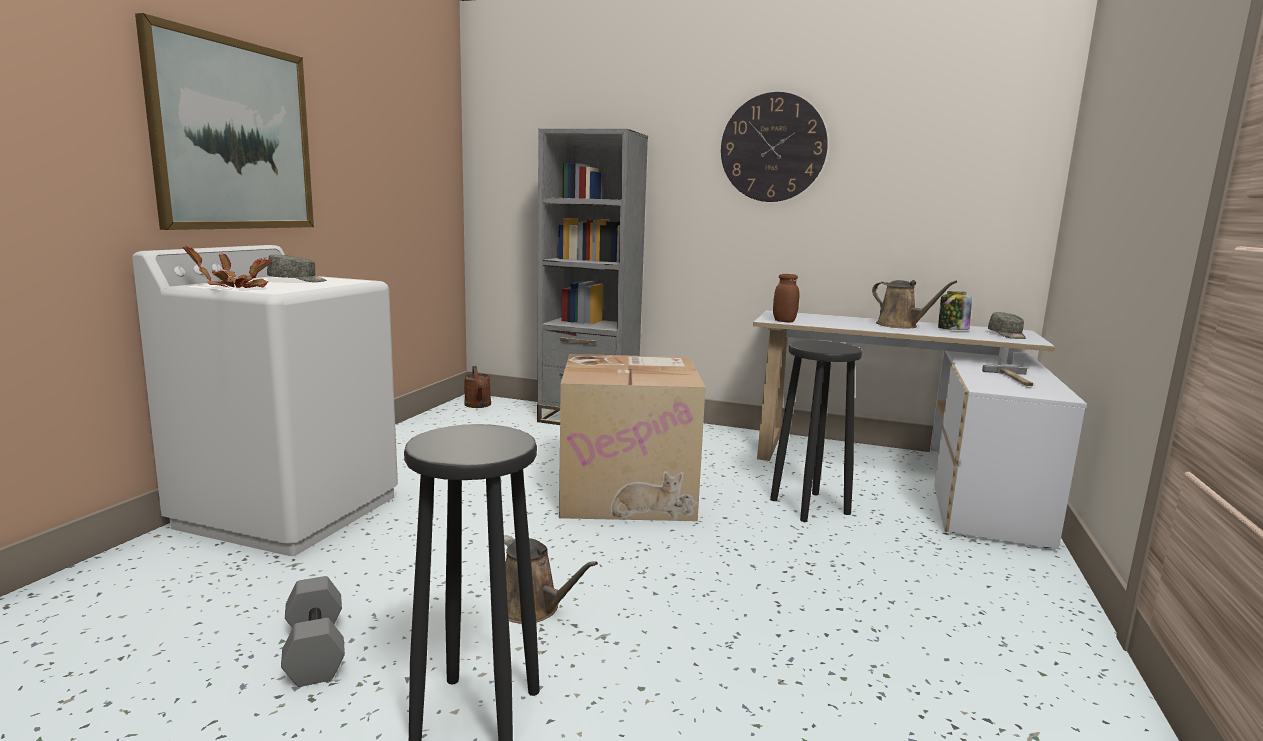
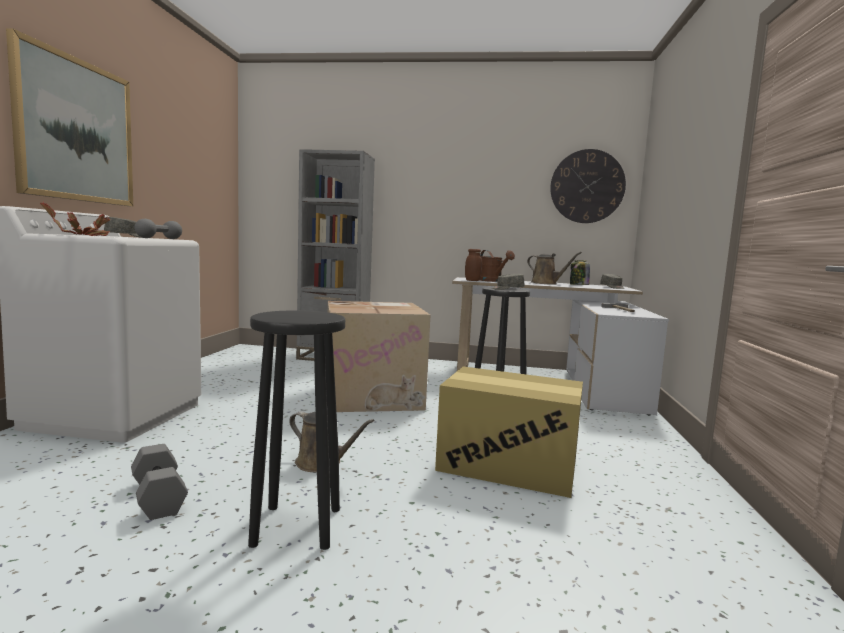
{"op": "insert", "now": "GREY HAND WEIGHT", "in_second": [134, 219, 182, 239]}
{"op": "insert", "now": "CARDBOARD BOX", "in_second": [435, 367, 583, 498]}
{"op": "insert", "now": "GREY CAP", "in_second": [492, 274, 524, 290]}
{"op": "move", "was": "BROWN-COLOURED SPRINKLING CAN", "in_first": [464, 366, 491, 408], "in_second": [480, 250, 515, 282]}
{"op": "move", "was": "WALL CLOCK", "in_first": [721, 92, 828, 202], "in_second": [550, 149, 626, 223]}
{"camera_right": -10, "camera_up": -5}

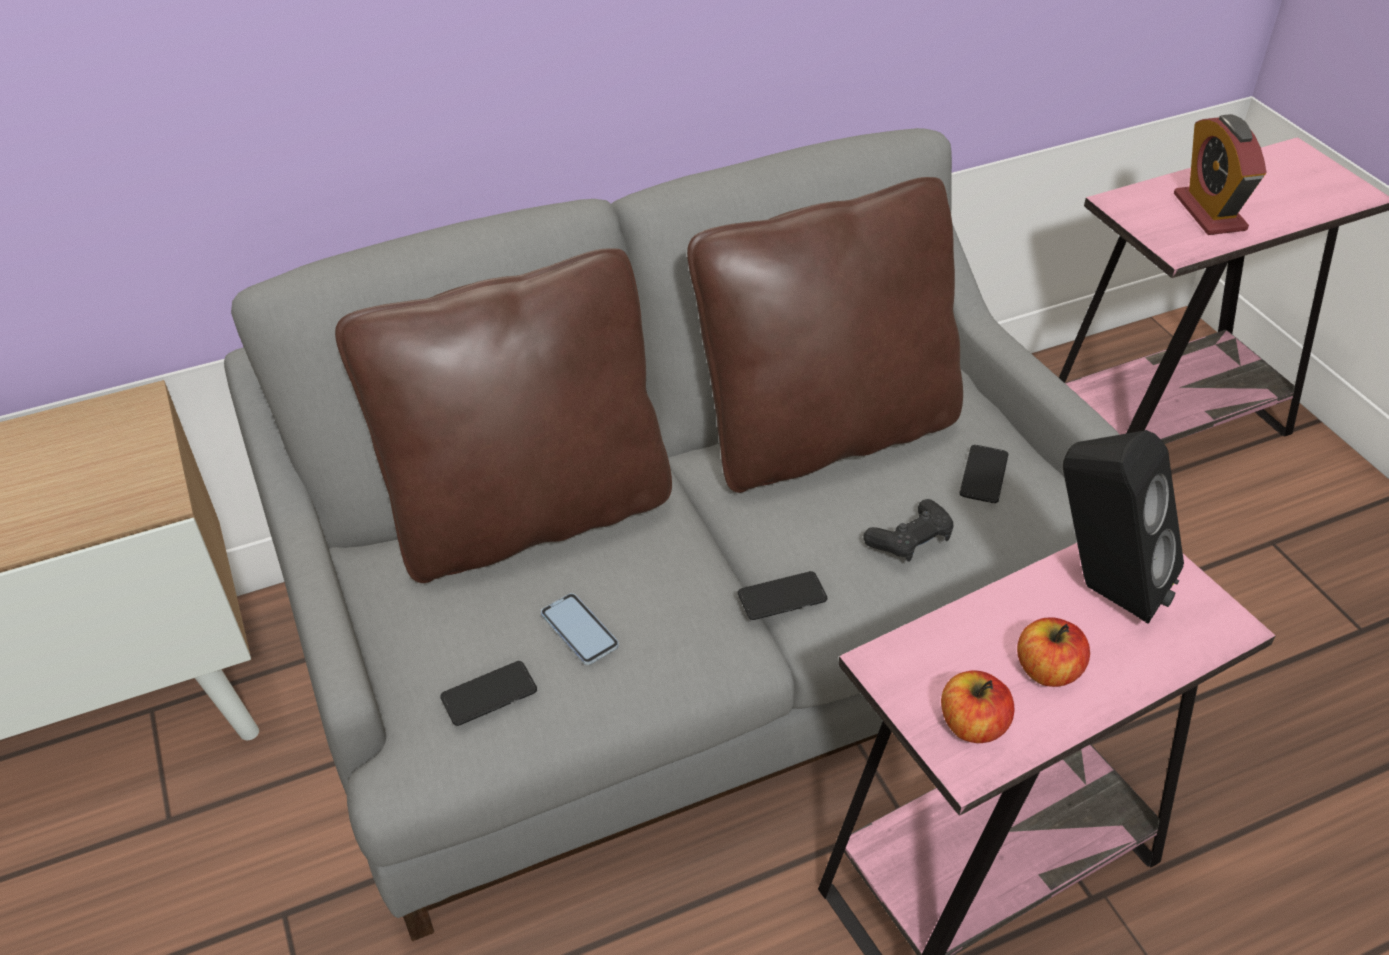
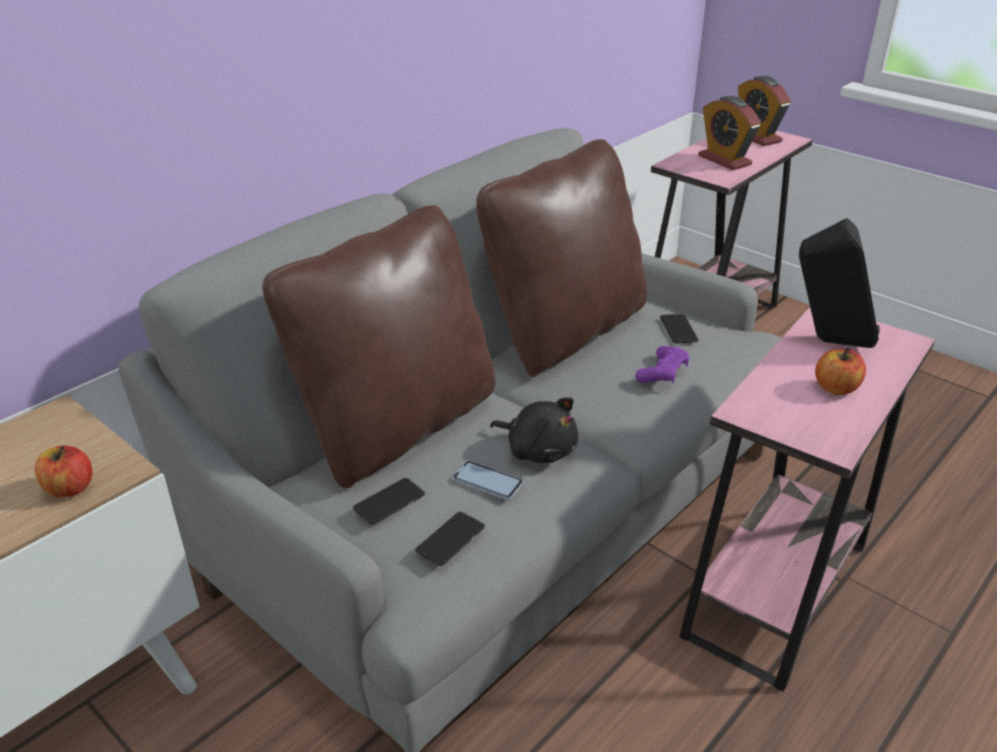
{"op": "insert", "now": "BLACK-COLOURED SOFT TOY", "in_second": [490, 398, 578, 463]}
{"op": "insert", "now": "BEDSIDE CLOCK", "in_second": [738, 76, 791, 146]}
{"op": "move", "was": "PHONE", "in_first": [738, 571, 827, 620], "in_second": [353, 478, 425, 524]}
{"op": "move", "was": "WHOLE APPLE", "in_first": [941, 670, 1014, 743], "in_second": [35, 446, 92, 498]}
{"op": "recolor", "was": "BLACK-COLOURED GAMEPAD", "now": "PURPLE GAMEPAD", "in_first": [863, 499, 953, 562], "in_second": [635, 346, 689, 383]}
{"camera_right": -25, "camera_up": -10}

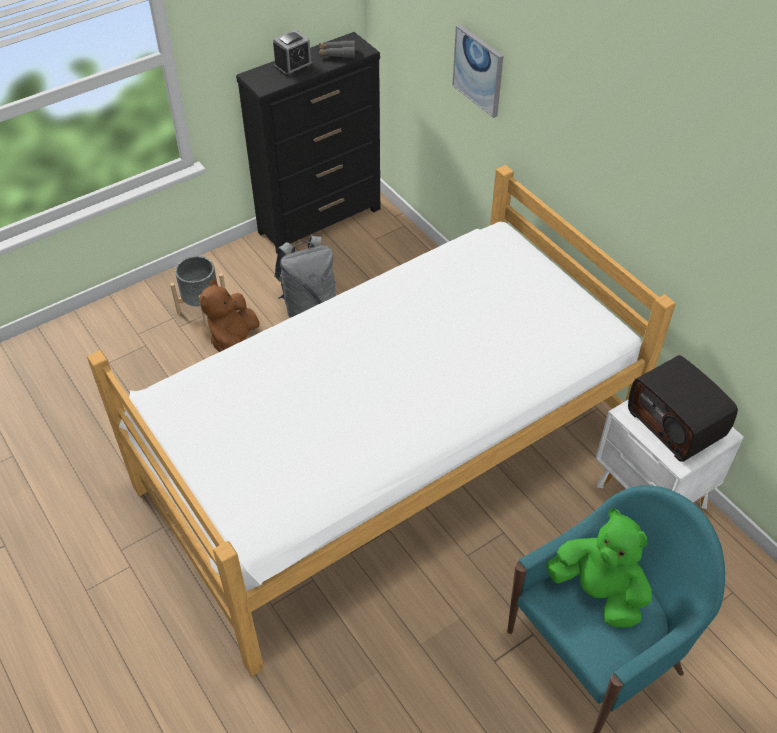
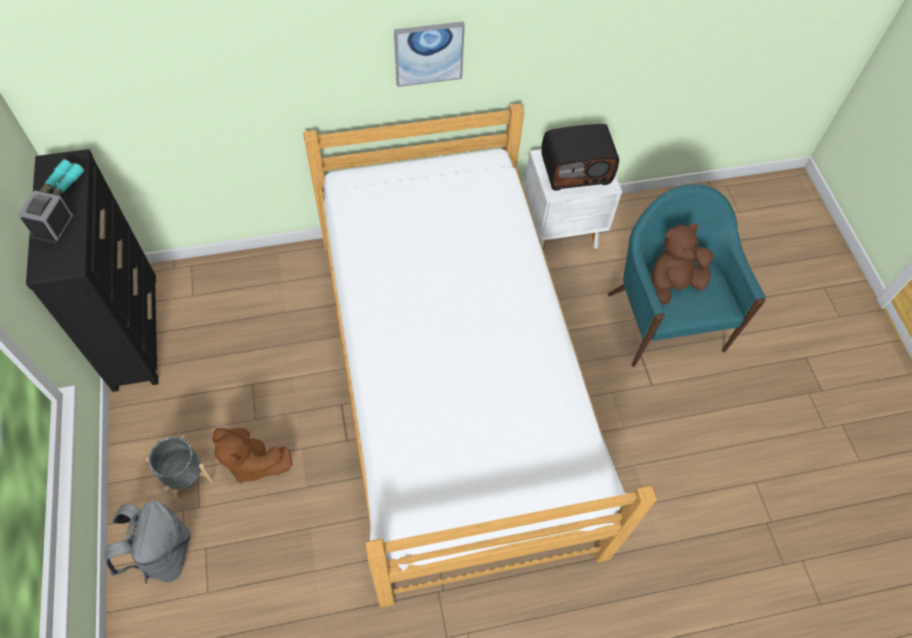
{"op": "move", "was": "GREY RUCKSACK", "in_first": [274, 236, 336, 318], "in_second": [104, 500, 191, 584]}
{"op": "move", "was": "PICTURE", "in_first": [452, 24, 503, 118], "in_second": [394, 21, 465, 87]}
{"op": "recolor", "was": "GREY FIELD GLASSES", "now": "TURQUOISE-COLOURED FIELD GLASSES", "in_first": [319, 41, 355, 58], "in_second": [40, 159, 84, 196]}
{"op": "recolor", "was": "GREENISH SOFT TOY", "now": "BROWN-COLOURED SOFT TOY", "in_first": [546, 508, 652, 628], "in_second": [651, 223, 714, 305]}
{"op": "rotate", "was": "BEDSIDE CLOCK", "in_first": [273, 30, 313, 77], "in_second": [18, 190, 75, 245], "clockwise": -150}
{"camera_right": -70, "camera_up": 10}

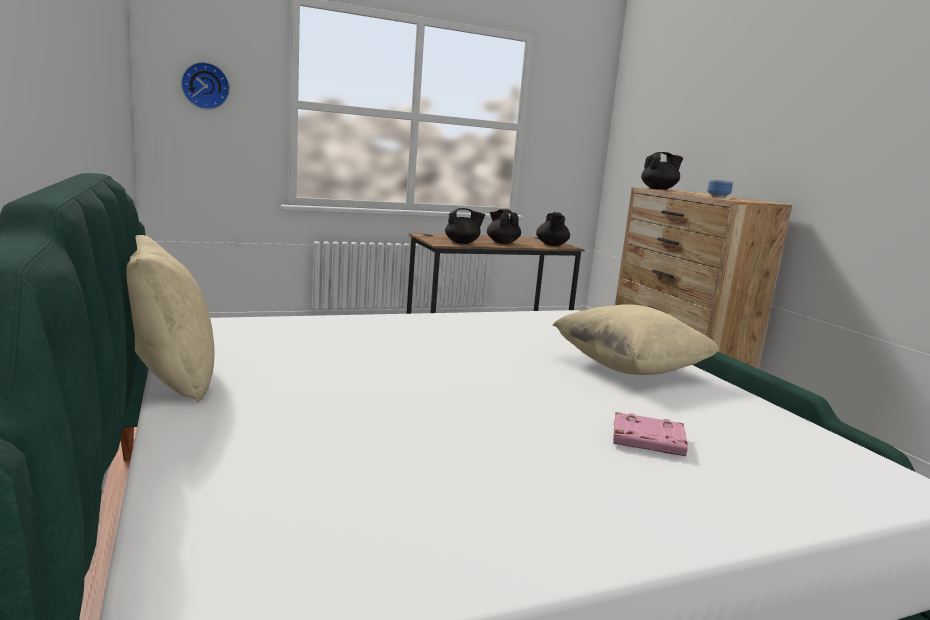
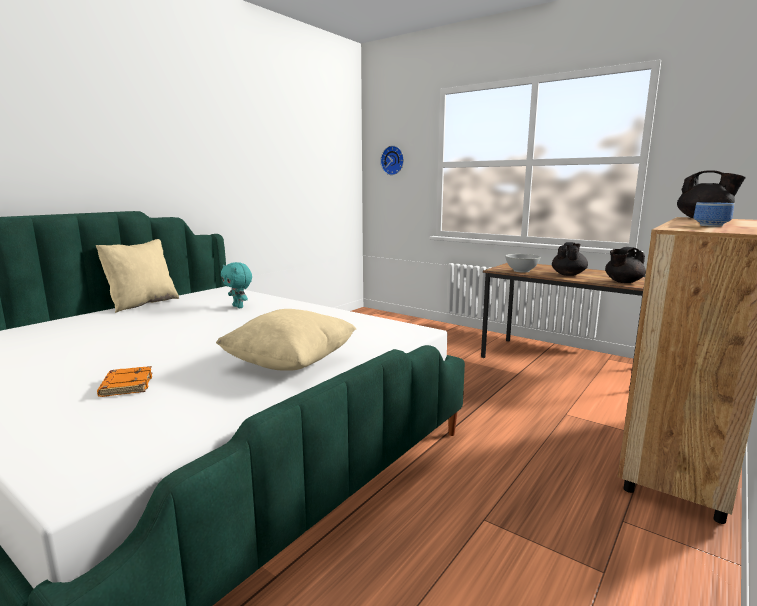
{"op": "insert", "now": "TURQUOISE-COLOURED SOFT TOY", "in_second": [221, 262, 252, 308]}
{"op": "replace", "was": "BLACK-COLOURED TEA POT", "now": "WHITISH SERVING BOWL", "in_first": [445, 208, 485, 244], "in_second": [505, 254, 540, 272]}
{"op": "recolor", "was": "PINK-COLOURED VOLUME", "now": "ORANGEY VOLUME", "in_first": [613, 412, 688, 456], "in_second": [97, 366, 152, 397]}
{"camera_right": 60, "camera_up": 0}

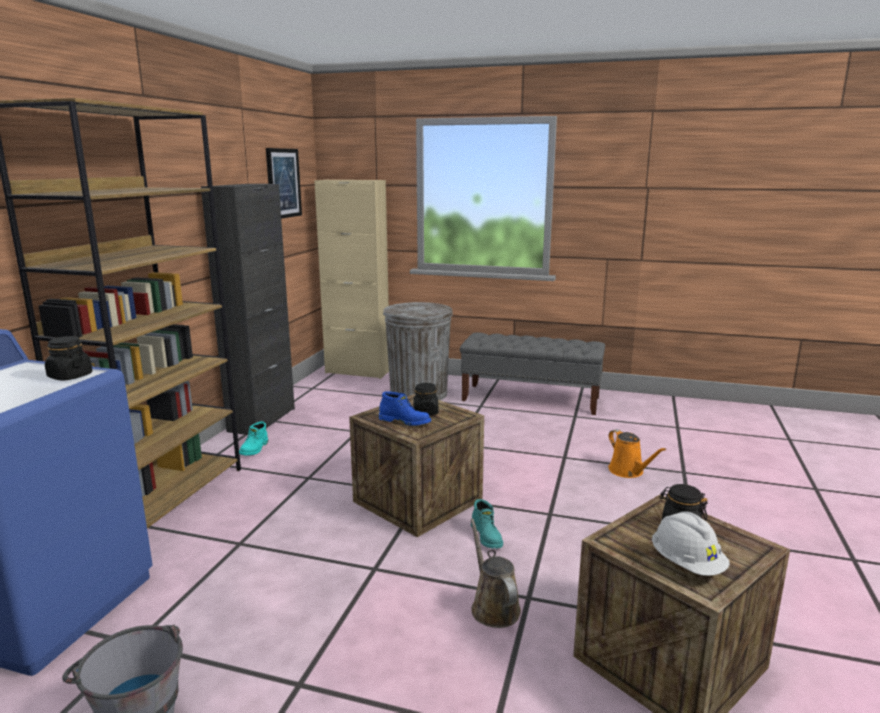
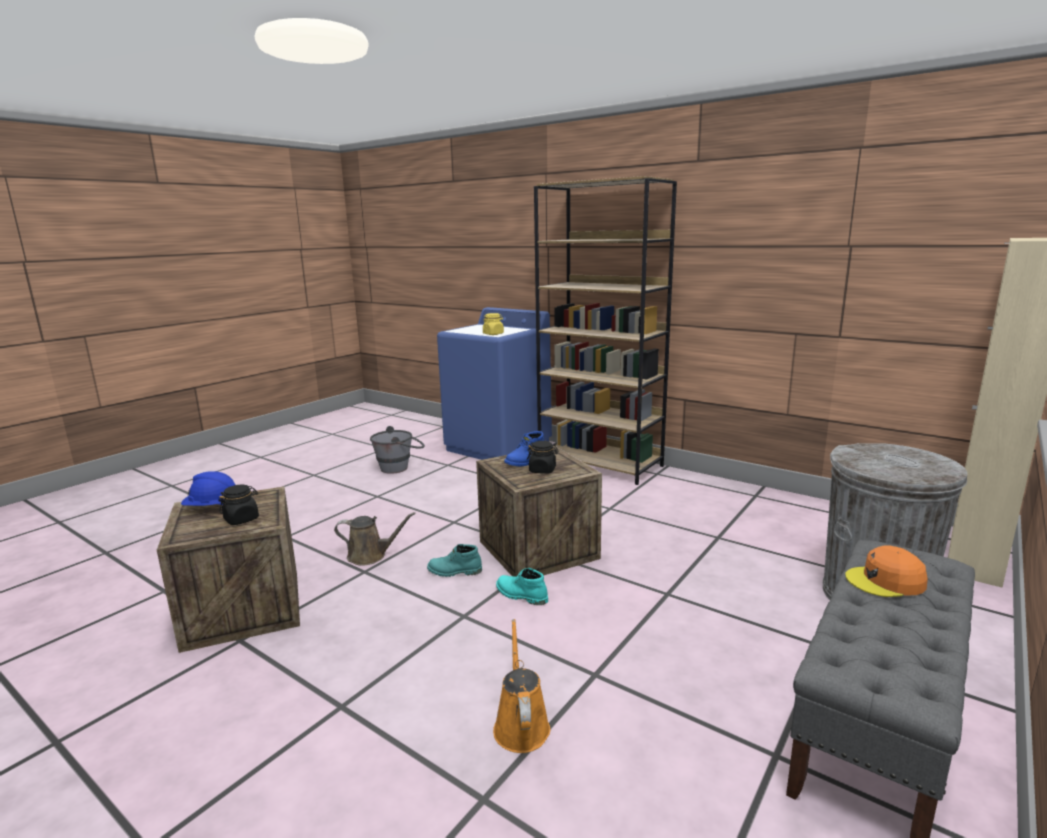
{"op": "delete", "was": "BLACK-COLOURED CUPBOARD", "in_first": [201, 184, 295, 435]}
{"op": "delete", "was": "PICTURE", "in_first": [266, 148, 302, 219]}
{"op": "insert", "now": "ORANGEY CAP", "in_second": [845, 546, 928, 597]}
{"op": "move", "was": "TURQUOISE-COLOURED BOOT", "in_first": [239, 421, 268, 456], "in_second": [496, 568, 548, 605]}
{"op": "recolor", "was": "BLACK-COLOURED STORAGE JAR", "now": "YELLOWISH STORAGE JAR", "in_first": [45, 336, 92, 381], "in_second": [483, 313, 504, 335]}
{"op": "recolor", "was": "WHITISH HARD HAT", "now": "BLUE HARD HAT", "in_first": [652, 511, 730, 576], "in_second": [181, 471, 235, 506]}
{"op": "rotate", "was": "ORANGEY SPRINKLING CAN", "in_first": [608, 429, 666, 478], "in_second": [493, 619, 550, 753], "clockwise": 90}
{"camera_right": 110, "camera_up": 0}

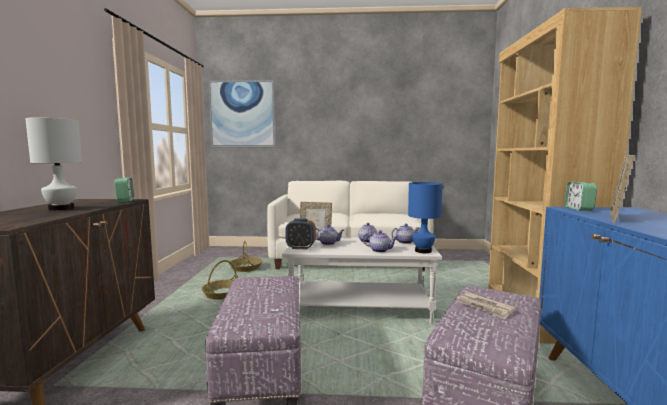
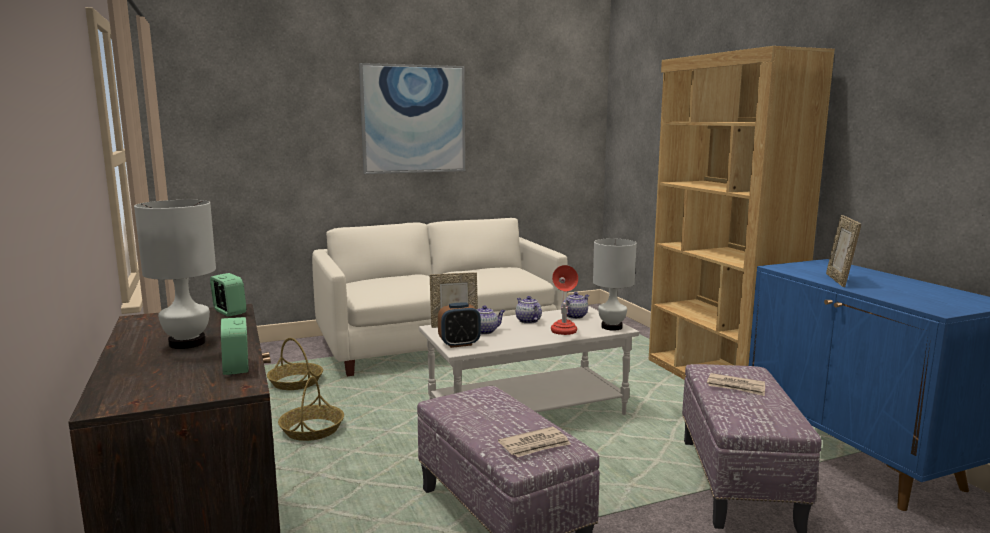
{"op": "insert", "now": "NEWSPAPER", "in_second": [498, 427, 571, 457]}
{"op": "move", "was": "PICTURE", "in_first": [209, 80, 276, 147], "in_second": [359, 63, 465, 174]}
{"op": "move", "was": "BEDSIDE CLOCK", "in_first": [565, 182, 597, 211], "in_second": [221, 317, 249, 375]}
{"op": "replace", "was": "TEA POT", "now": "RED TABLE LAMP", "in_first": [363, 230, 398, 253], "in_second": [551, 265, 578, 335]}
{"op": "recolor", "was": "BLUE TABLE LAMP", "now": "WHITISH TABLE LAMP", "in_first": [408, 182, 443, 253], "in_second": [593, 238, 637, 331]}
{"camera_right": -25, "camera_up": 5}

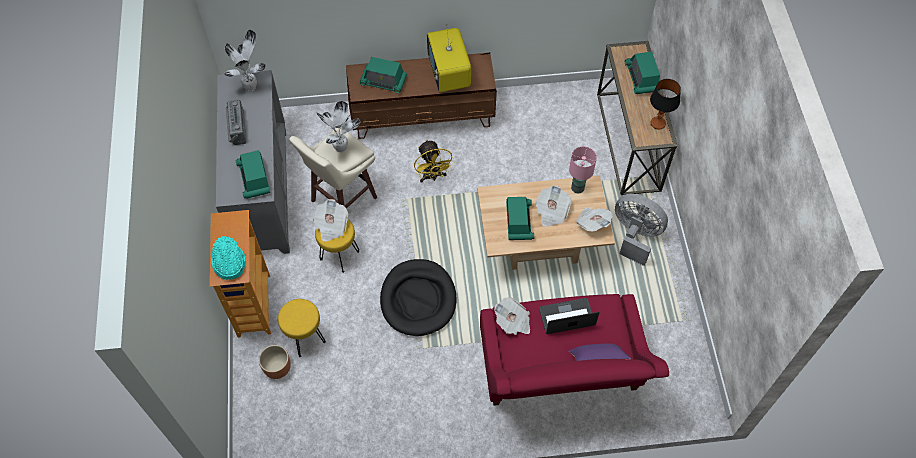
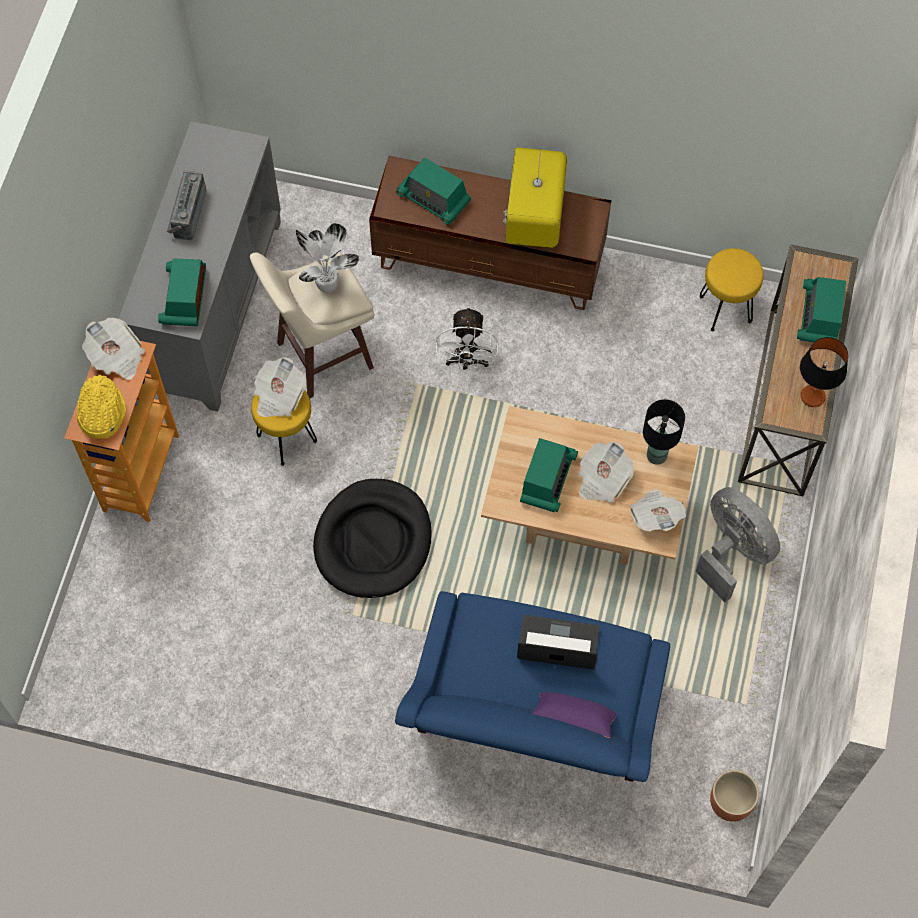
{"op": "delete", "was": "HOUSEPLANT", "in_first": [224, 30, 266, 91]}
{"op": "move", "was": "BROWN-COLOURED FLOWER POT", "in_first": [259, 345, 291, 379], "in_second": [710, 770, 759, 822]}
{"op": "move", "was": "YELLOWISH SITTING STOOL", "in_first": [278, 299, 326, 357], "in_second": [699, 248, 764, 331]}
{"op": "move", "was": "NEWSPAPER", "in_first": [494, 297, 530, 335], "in_second": [82, 318, 145, 380]}
{"op": "recolor", "was": "TURQUOISE-COLOURED HAT", "now": "YELLOWISH HAT", "in_first": [211, 236, 246, 280], "in_second": [77, 375, 126, 439]}
{"op": "recolor", "was": "YELLOWISH ELECTRIC FAN", "now": "WHITISH ELECTRIC FAN", "in_first": [414, 140, 455, 182], "in_second": [436, 306, 498, 370]}
{"op": "recolor", "was": "RED COUCH", "now": "BLUE COUCH", "in_first": [480, 294, 669, 406], "in_second": [395, 591, 670, 782]}
{"op": "recolor", "was": "PINK-COLOURED TABLE LAMP", "now": "BLACK-COLOURED TABLE LAMP", "in_first": [569, 146, 597, 193], "in_second": [643, 399, 685, 465]}
{"camera_right": 20, "camera_up": 5}

